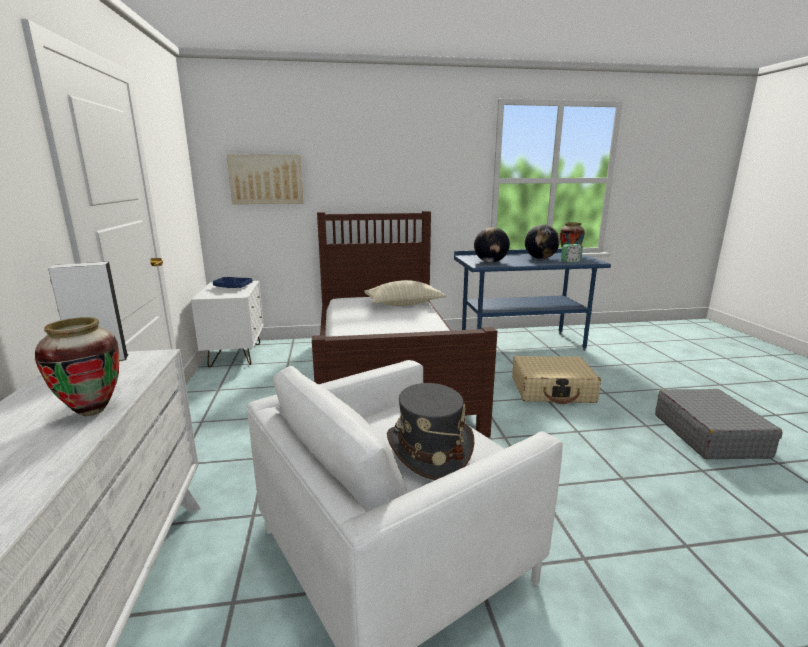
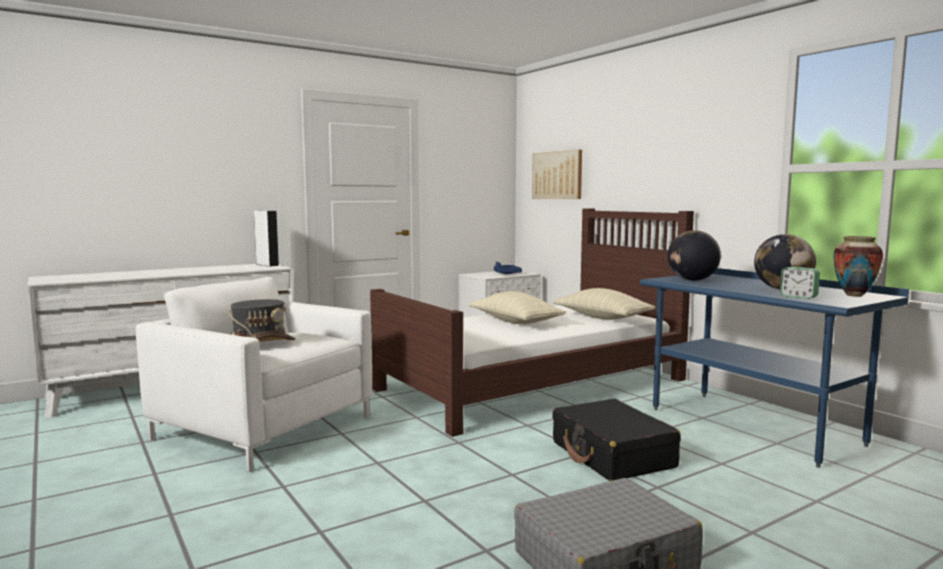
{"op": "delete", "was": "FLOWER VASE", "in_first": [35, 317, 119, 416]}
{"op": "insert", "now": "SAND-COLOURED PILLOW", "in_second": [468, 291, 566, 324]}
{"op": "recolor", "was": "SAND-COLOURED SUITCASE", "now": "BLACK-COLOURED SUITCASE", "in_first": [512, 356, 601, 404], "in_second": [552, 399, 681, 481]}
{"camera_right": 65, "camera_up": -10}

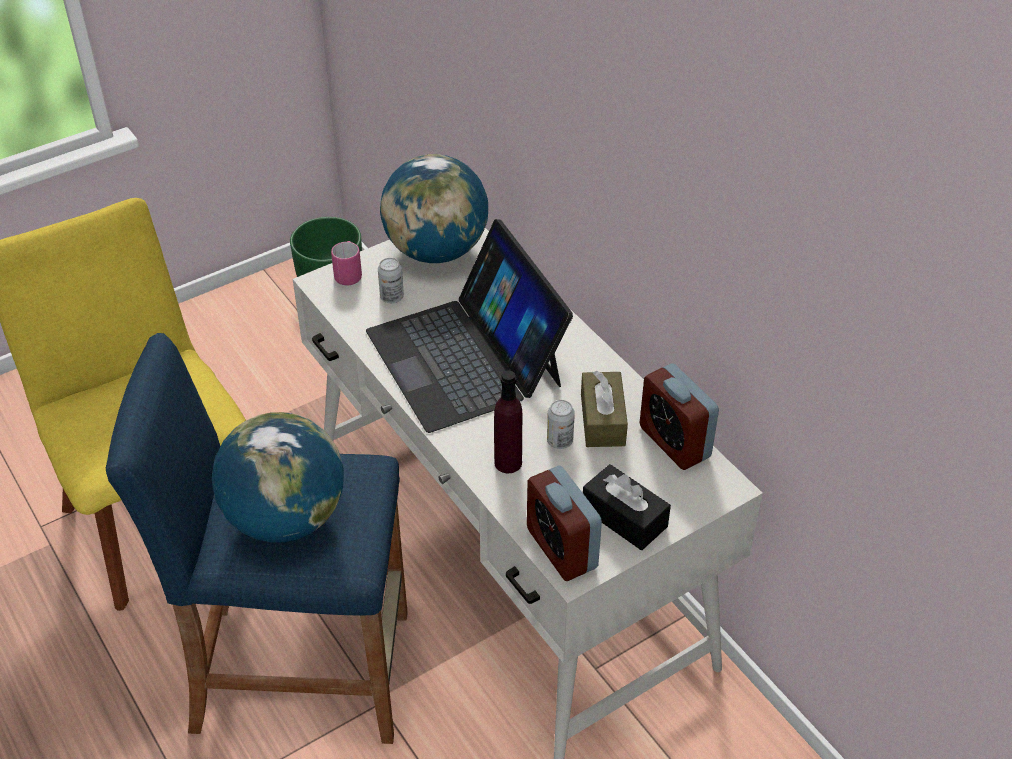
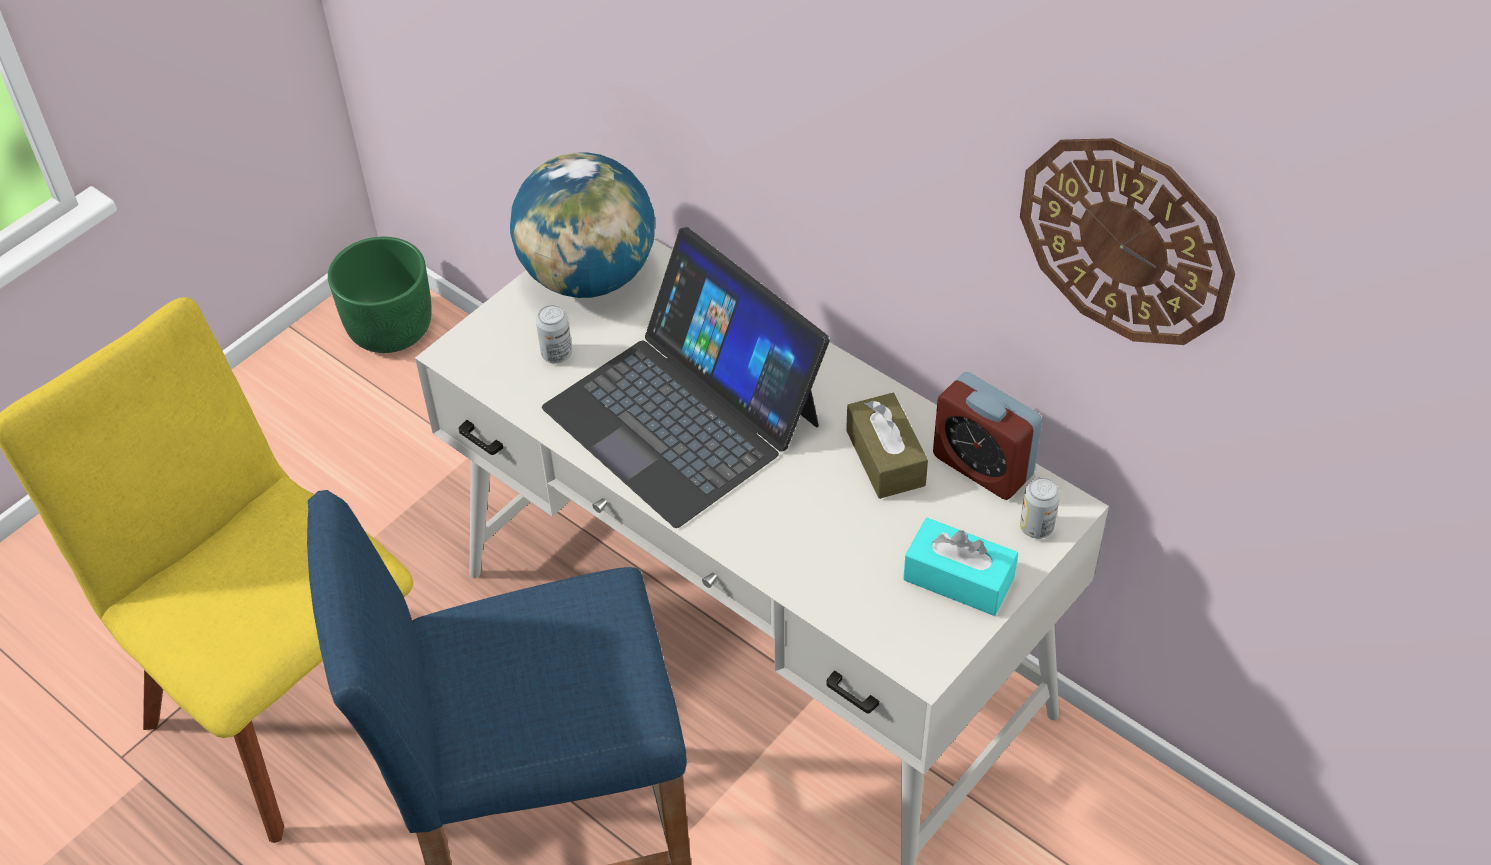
{"op": "delete", "was": "WORLD GLOBE", "in_first": [212, 412, 344, 543]}
{"op": "delete", "was": "PINK-COLOURED MUG", "in_first": [331, 241, 362, 286]}
{"op": "delete", "was": "PURPLE BOTTLE", "in_first": [494, 370, 522, 473]}
{"op": "delete", "was": "BEDSIDE CLOCK", "in_first": [527, 466, 602, 581]}
{"op": "insert", "now": "WALL CLOCK", "in_second": [1020, 138, 1235, 345]}
{"op": "move", "was": "SEALED CAN", "in_first": [547, 400, 575, 449], "in_second": [1020, 477, 1060, 539]}
{"op": "recolor", "was": "BLACK-COLOURED TISSUE HOLDER", "now": "TURQUOISE-COLOURED TISSUE HOLDER", "in_first": [583, 464, 671, 550], "in_second": [903, 518, 1018, 616]}
{"camera_right": -15, "camera_up": 5}

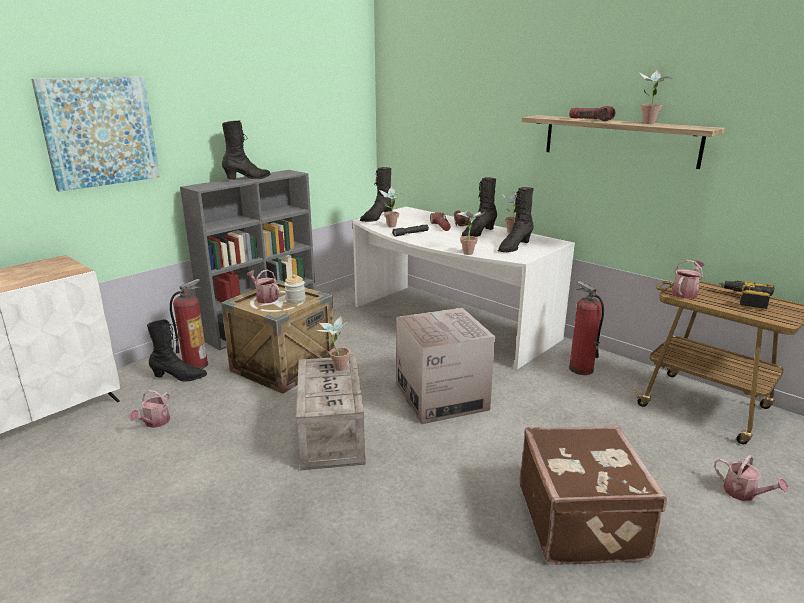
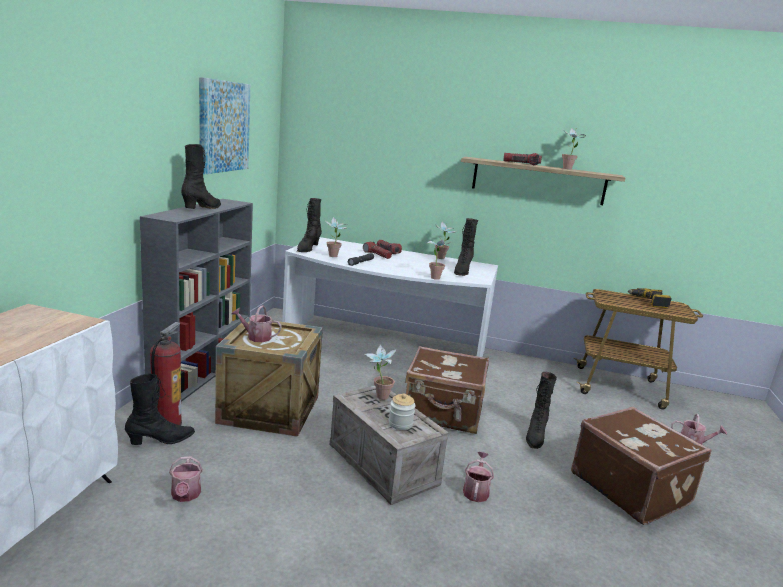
{"op": "delete", "was": "FIRE-FIGHTING CYLINDER", "in_first": [569, 281, 604, 375]}
{"op": "move", "was": "PICTURE", "in_first": [31, 77, 160, 192], "in_second": [199, 77, 250, 175]}
{"op": "move", "was": "STORAGE JAR", "in_first": [284, 274, 306, 303], "in_second": [388, 393, 416, 430]}
{"op": "move", "was": "BLACK-COLOURED BOOT", "in_first": [461, 177, 497, 237], "in_second": [526, 372, 557, 449]}
{"op": "move", "was": "SPRINKLING CAN", "in_first": [672, 260, 705, 299], "in_second": [463, 452, 494, 502]}
{"op": "replace", "was": "CARDBOARD BOX", "now": "BROWN-COLOURED SUITCASE", "in_first": [396, 308, 495, 424], "in_second": [405, 346, 489, 434]}
{"camera_right": -30, "camera_up": -5}

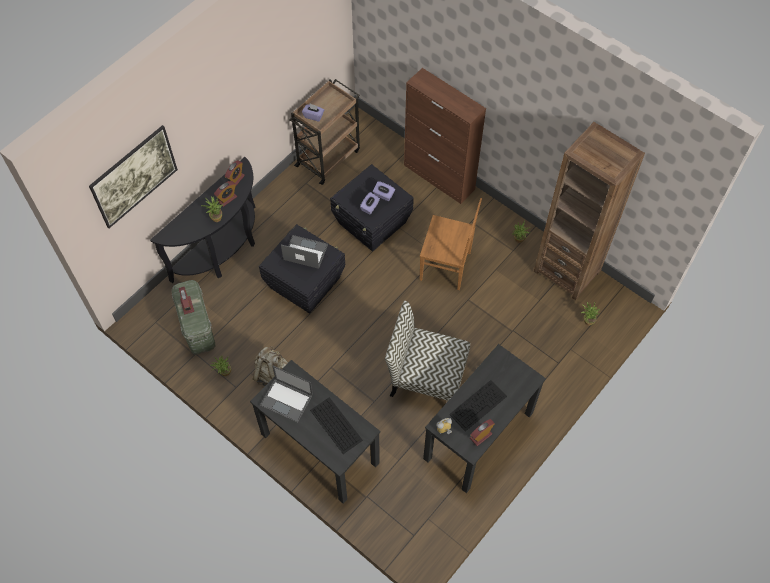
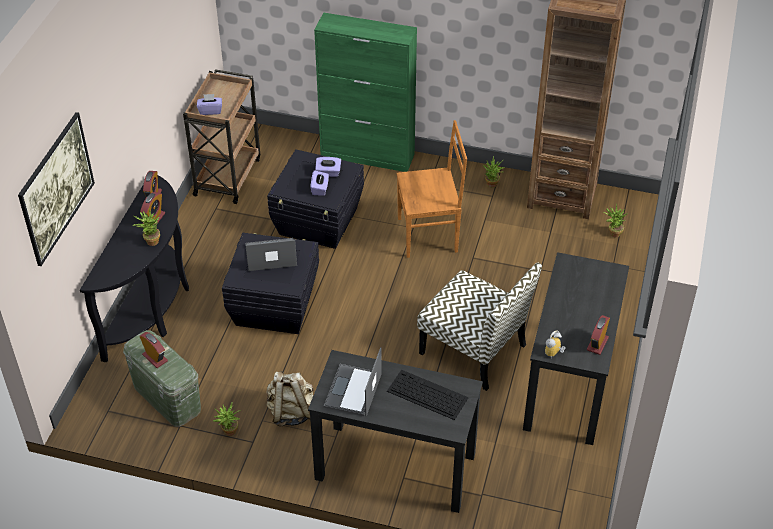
{"op": "delete", "was": "PC KEYBOARD", "in_first": [449, 380, 507, 431]}
{"op": "recolor", "was": "BROWN-COLOURED CUPBOARD", "now": "GREENISH CUPBOARD", "in_first": [404, 68, 486, 204], "in_second": [314, 12, 417, 172]}
{"op": "rotate", "was": "PORTABLE COMPUTER", "in_first": [260, 366, 313, 423], "in_second": [324, 347, 382, 417], "clockwise": 105}
{"op": "rotate", "was": "CHAIR", "in_first": [385, 301, 470, 401], "in_second": [417, 263, 542, 391], "clockwise": -135}
{"camera_right": -25, "camera_up": -15}

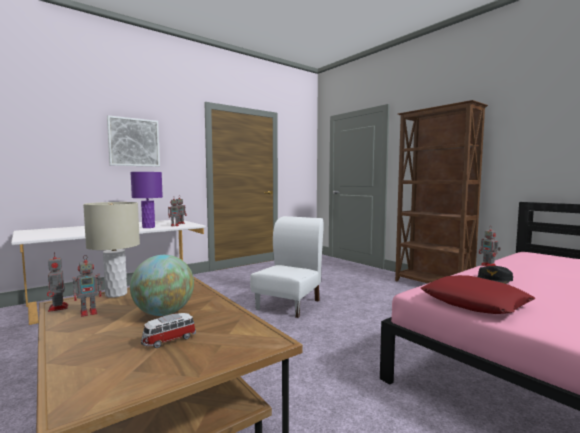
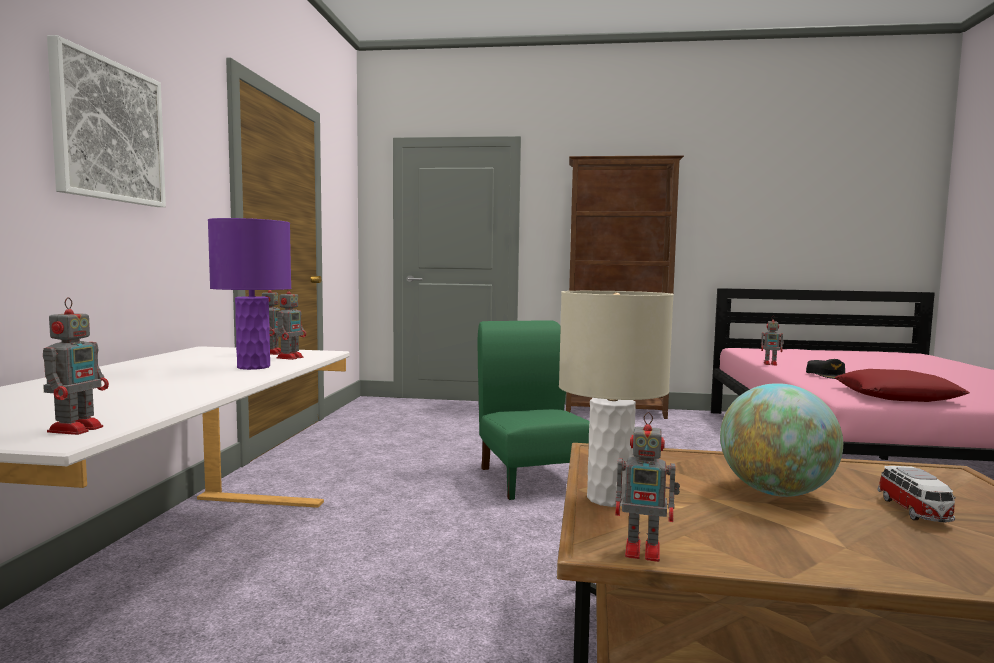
{"op": "move", "was": "MODEL ROBOT", "in_first": [73, 255, 103, 317], "in_second": [43, 297, 109, 435]}
{"op": "recolor", "was": "WHITISH CHAIR", "now": "GREENISH CHAIR", "in_first": [250, 216, 323, 318], "in_second": [477, 320, 590, 500]}
{"camera_right": -45, "camera_up": 0}

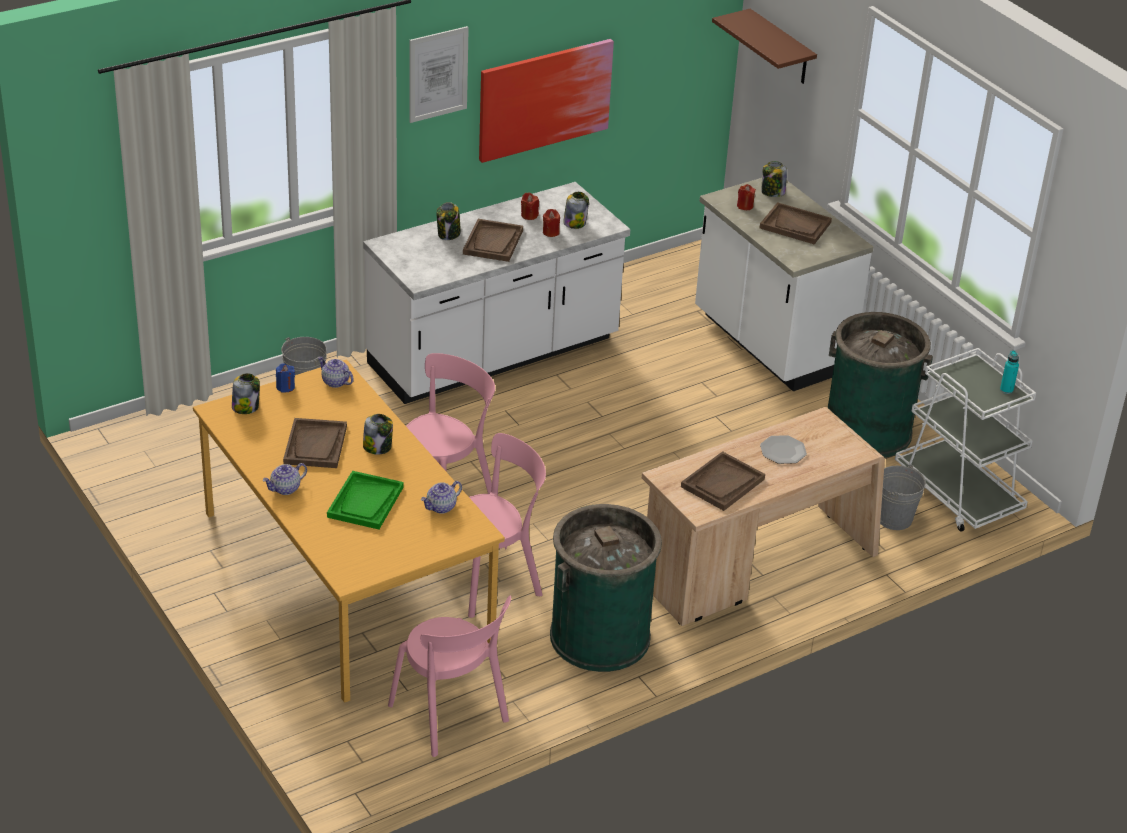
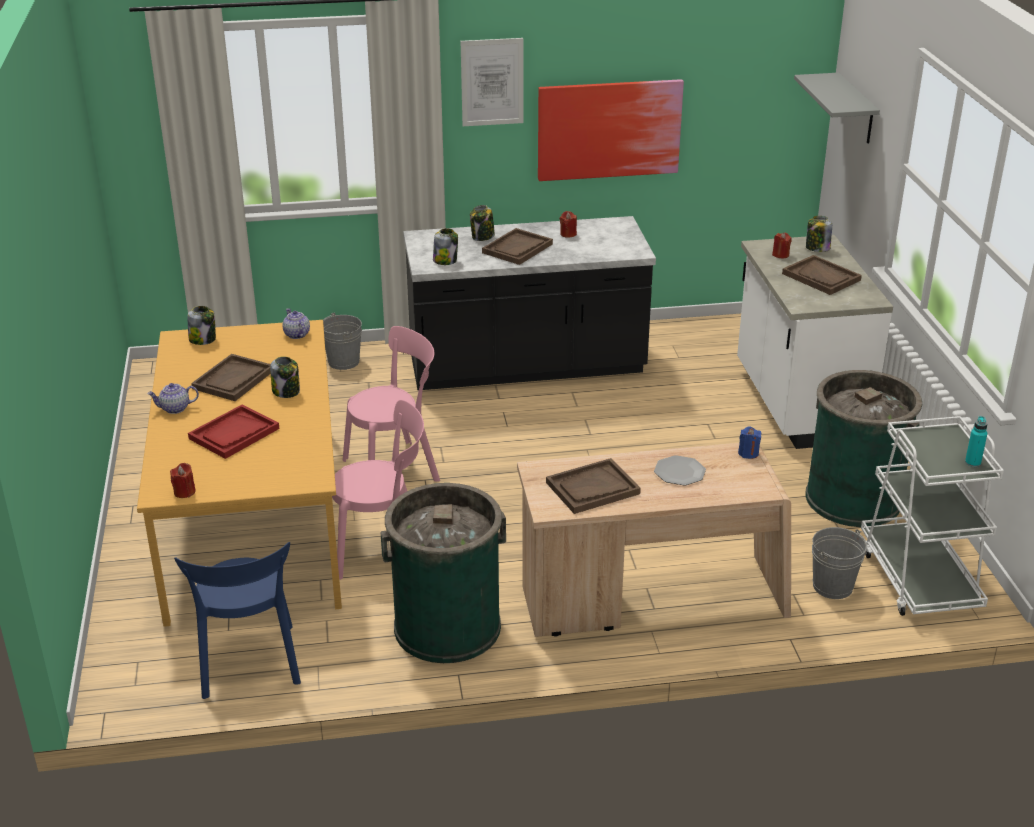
{"op": "delete", "was": "TEA POT", "in_first": [421, 481, 462, 514]}
{"op": "move", "was": "BLUE WAX CANDLE", "in_first": [276, 364, 295, 393], "in_second": [738, 426, 761, 459]}
{"op": "move", "was": "RED WAX CANDLE", "in_first": [543, 209, 560, 237], "in_second": [170, 463, 196, 498]}
{"op": "move", "was": "STORAGE JAR", "in_first": [563, 192, 589, 229], "in_second": [433, 228, 458, 265]}
{"op": "recolor", "was": "GREENISH SERVING TRAY", "now": "RED SERVING TRAY", "in_first": [327, 471, 404, 529], "in_second": [188, 405, 279, 459]}
{"op": "recolor", "was": "WHITISH KITCHEN COUNTER", "now": "BLACK-COLOURED KITCHEN COUNTER", "in_first": [363, 182, 630, 404], "in_second": [403, 216, 656, 390]}
{"op": "recolor", "was": "PINK-COLOURED CHAIR", "now": "BLUE CHAIR", "in_first": [388, 595, 511, 757], "in_second": [174, 542, 301, 699]}
{"op": "recolor", "was": "BROWN-COLOURED SHELF", "now": "GREY SHELF", "in_first": [712, 9, 817, 84], "in_second": [794, 73, 880, 144]}
{"camera_right": 25, "camera_up": -5}

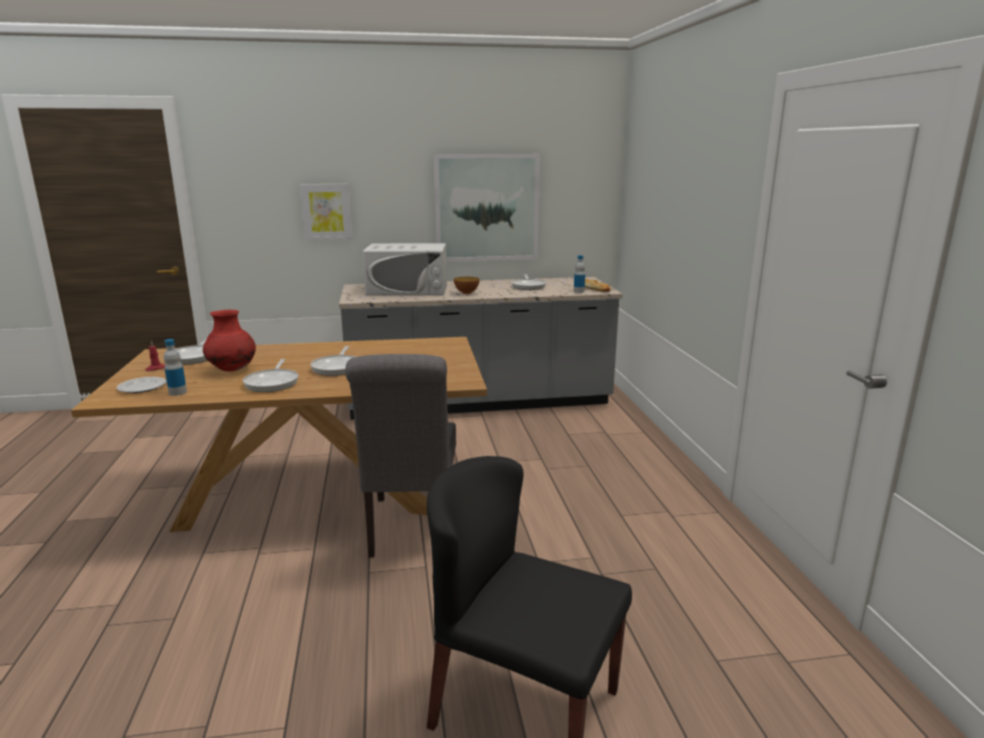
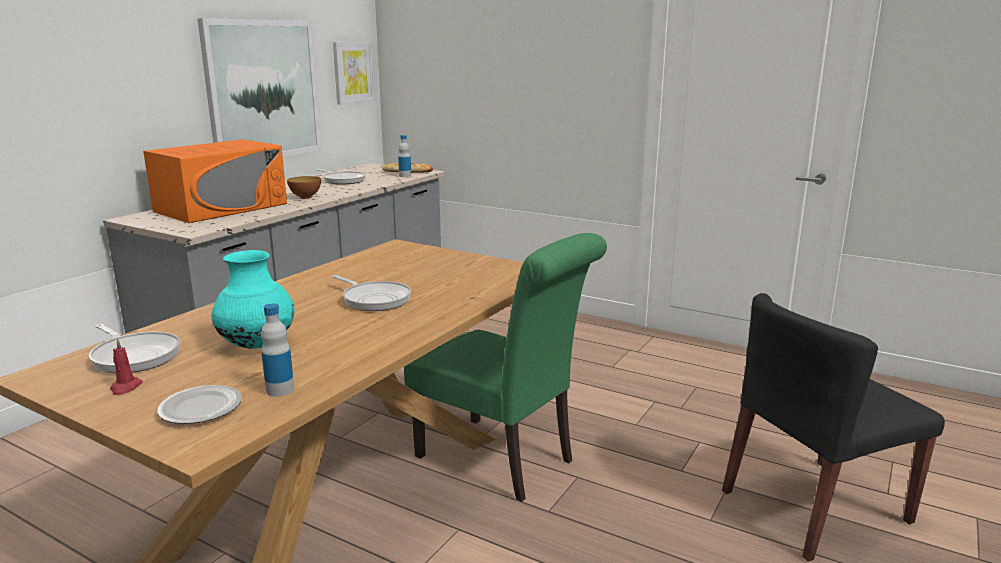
{"op": "delete", "was": "FRYING PAN", "in_first": [243, 359, 298, 392]}
{"op": "move", "was": "PICTURE", "in_first": [300, 184, 352, 240], "in_second": [333, 42, 374, 105]}
{"op": "recolor", "was": "RED FLOWER VASE", "now": "TURQUOISE-COLOURED FLOWER VASE", "in_first": [203, 310, 256, 372], "in_second": [211, 250, 294, 349]}
{"op": "recolor", "was": "GREY CHAIR", "now": "GREENISH CHAIR", "in_first": [345, 354, 456, 558], "in_second": [404, 233, 607, 502]}
{"op": "recolor", "was": "WHITISH KITCHEN MICROWAVE", "now": "ORANGEY KITCHEN MICROWAVE", "in_first": [363, 243, 447, 295], "in_second": [143, 139, 287, 223]}
{"camera_right": -50, "camera_up": 0}

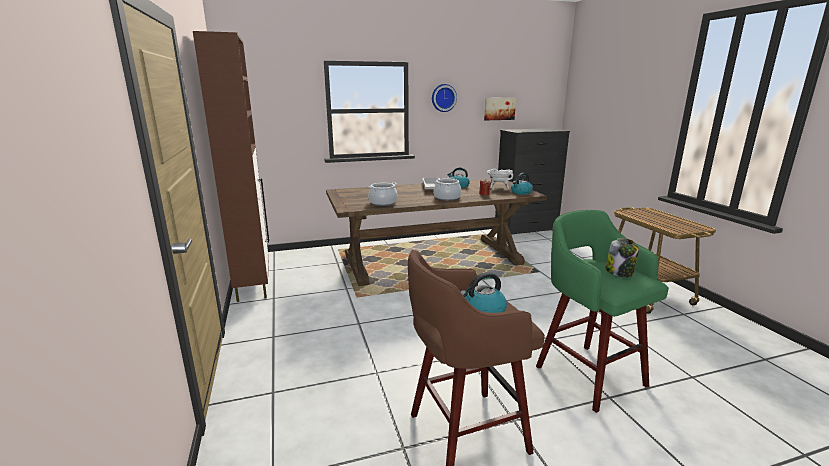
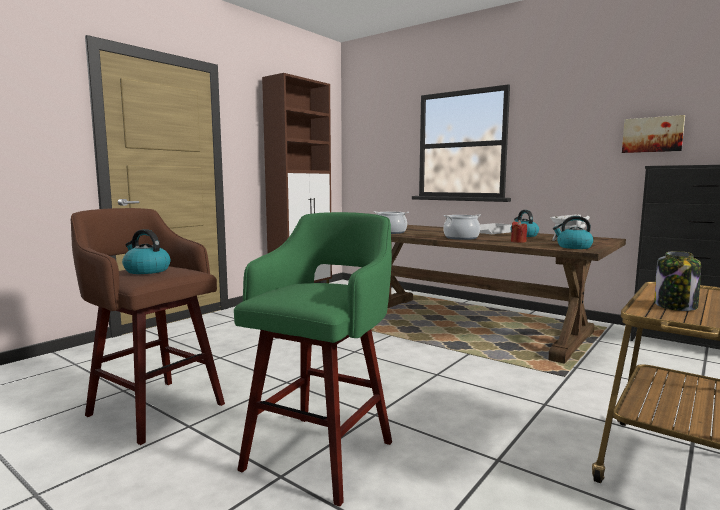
{"op": "delete", "was": "WALL CLOCK", "in_first": [432, 84, 457, 112]}
{"op": "move", "was": "STORAGE JAR", "in_first": [606, 238, 639, 277], "in_second": [654, 251, 701, 311]}
{"camera_right": 55, "camera_up": -10}

